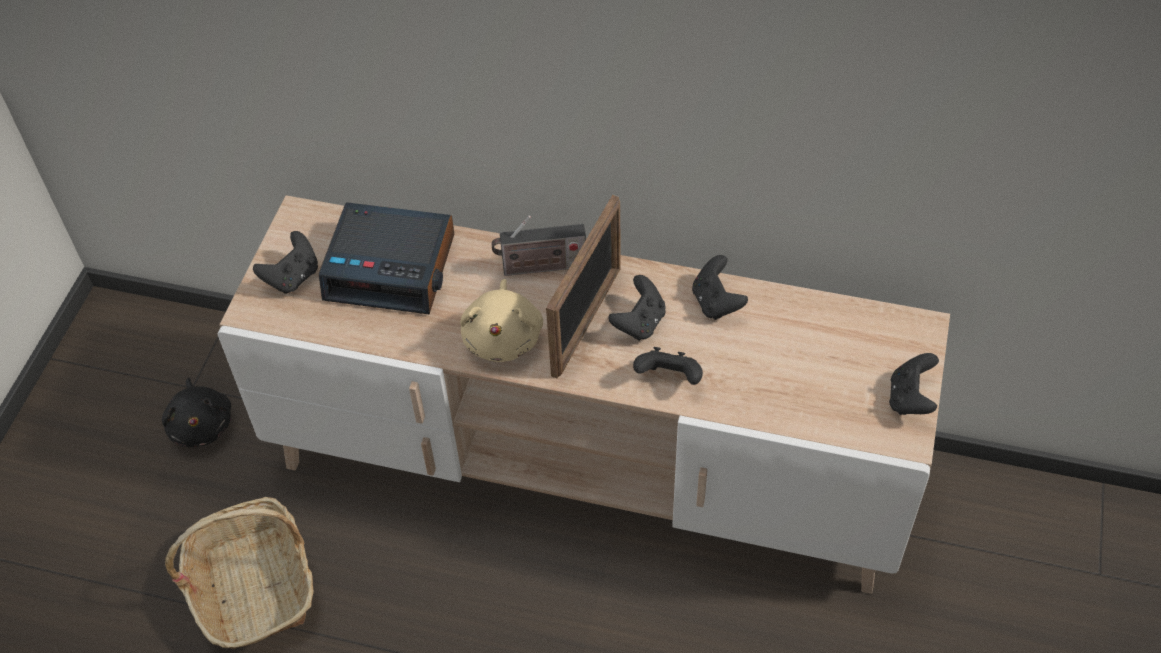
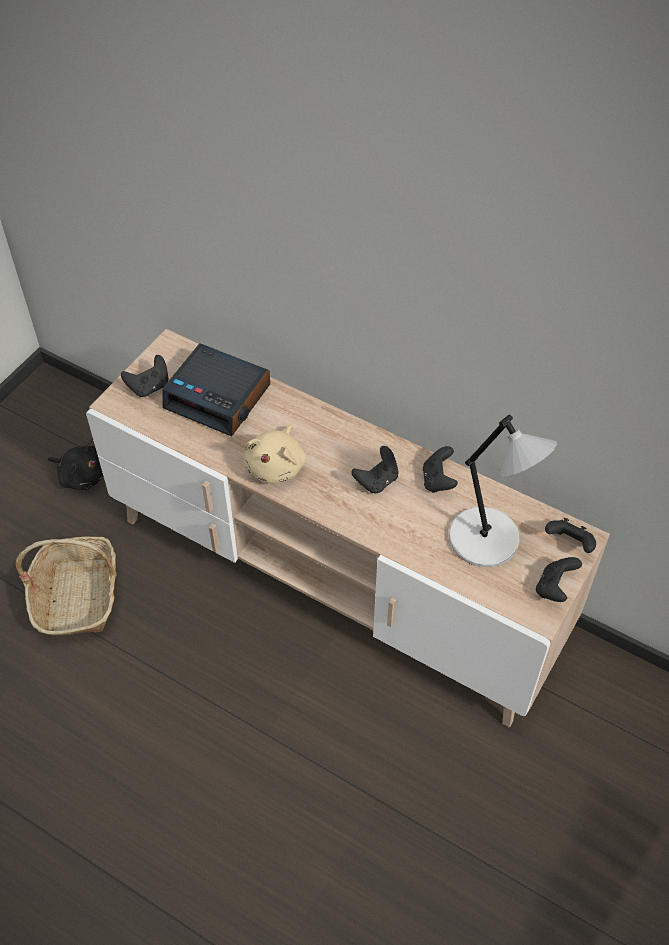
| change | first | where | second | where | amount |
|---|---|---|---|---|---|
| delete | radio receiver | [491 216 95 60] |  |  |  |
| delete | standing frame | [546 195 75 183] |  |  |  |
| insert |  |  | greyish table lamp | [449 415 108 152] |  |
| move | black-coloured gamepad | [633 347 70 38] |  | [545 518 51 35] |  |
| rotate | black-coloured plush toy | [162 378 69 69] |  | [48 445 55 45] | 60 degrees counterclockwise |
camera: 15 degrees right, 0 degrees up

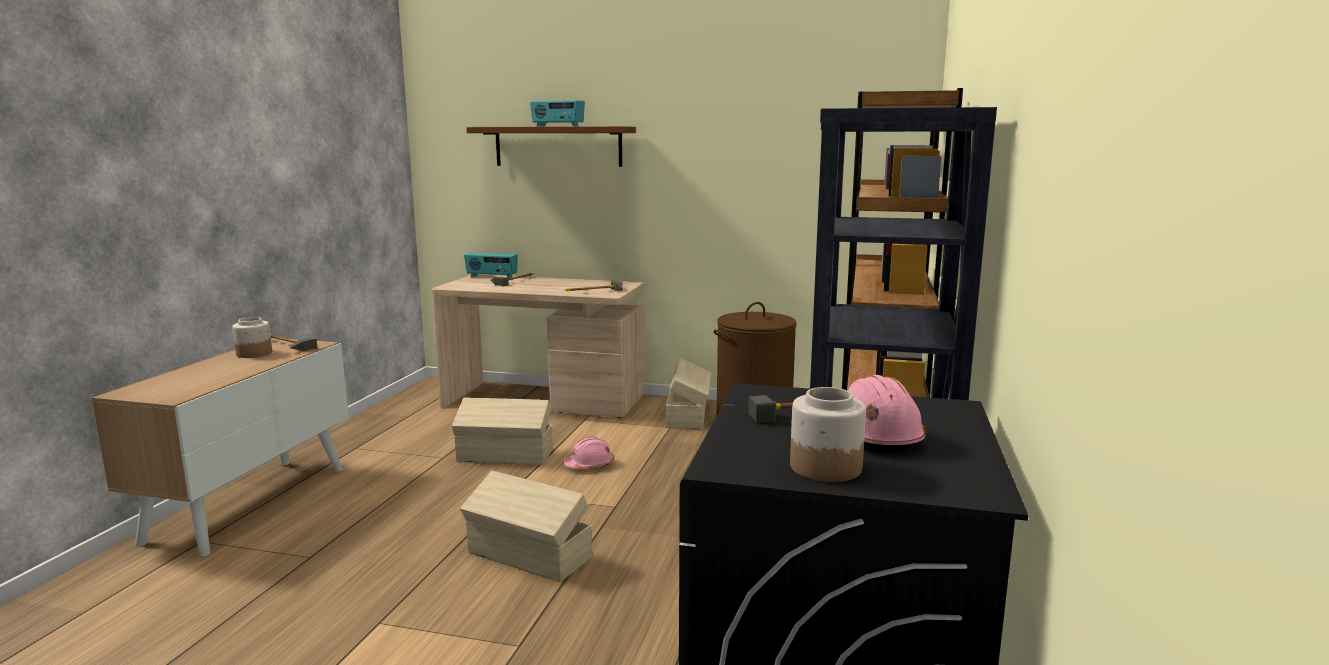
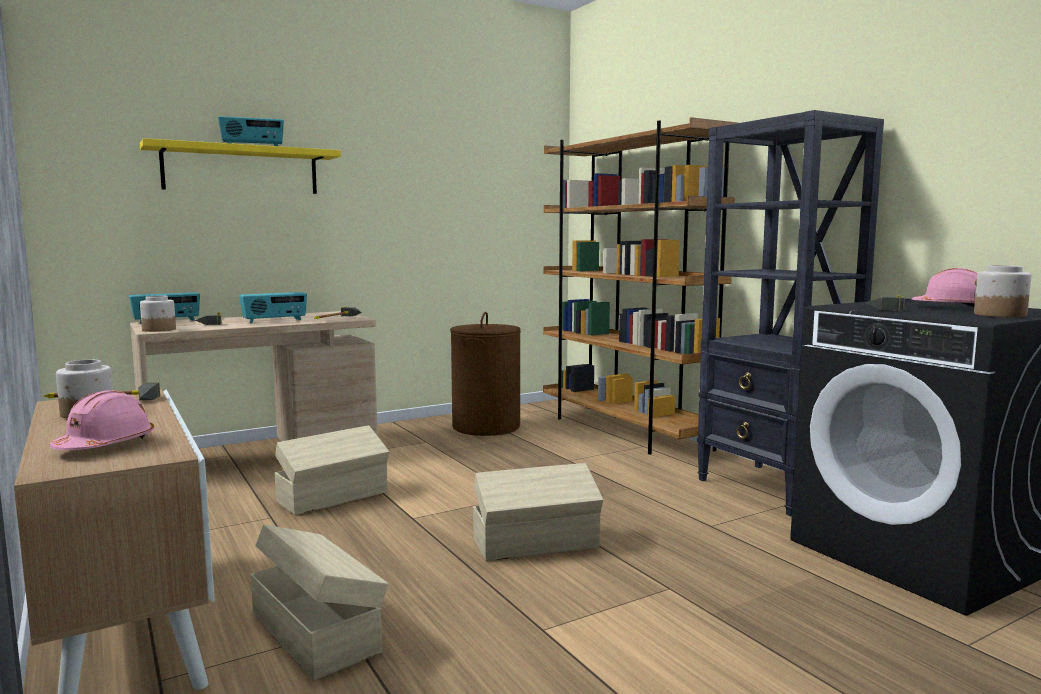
| change | first | where | second | where | amount |
|---|---|---|---|---|---|
| insert |  |  | storage jar | [140 296 36 36] |  |
| insert |  |  | radio receiver | [239 292 68 31] |  |
| move | pinkish work helmet | [564 437 50 32] |  | [50 390 105 60] |  |
| move | beige-coloured storage box | [666 358 45 71] |  | [251 525 138 156] |  |
| recolor | brownish bracket shelf | [466 126 170 41] | yellow-coloured bracket shelf | [140 138 201 56] |  |
camera: 45 degrees left, 5 degrees down

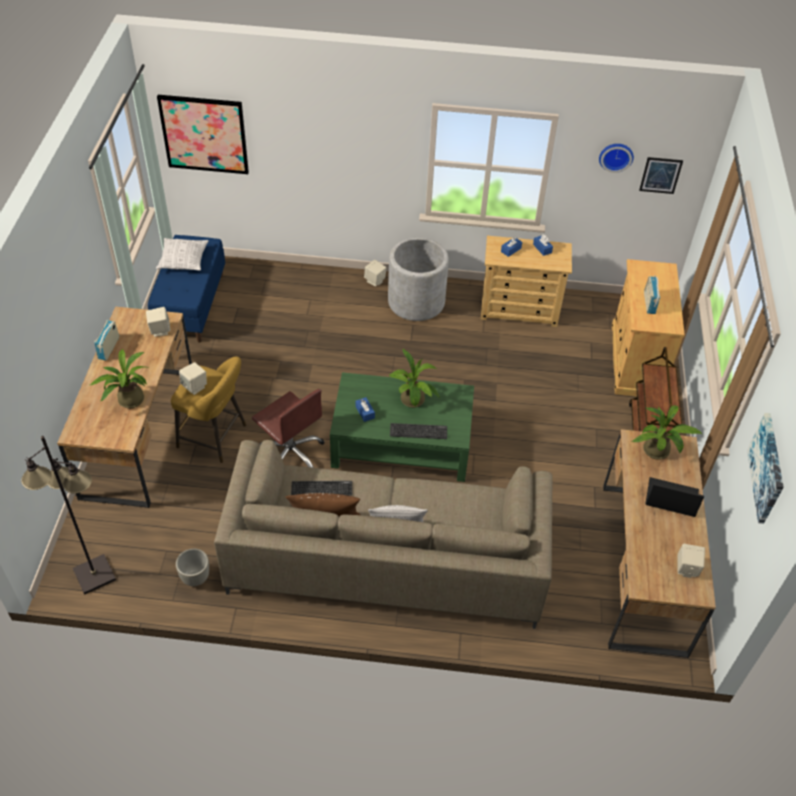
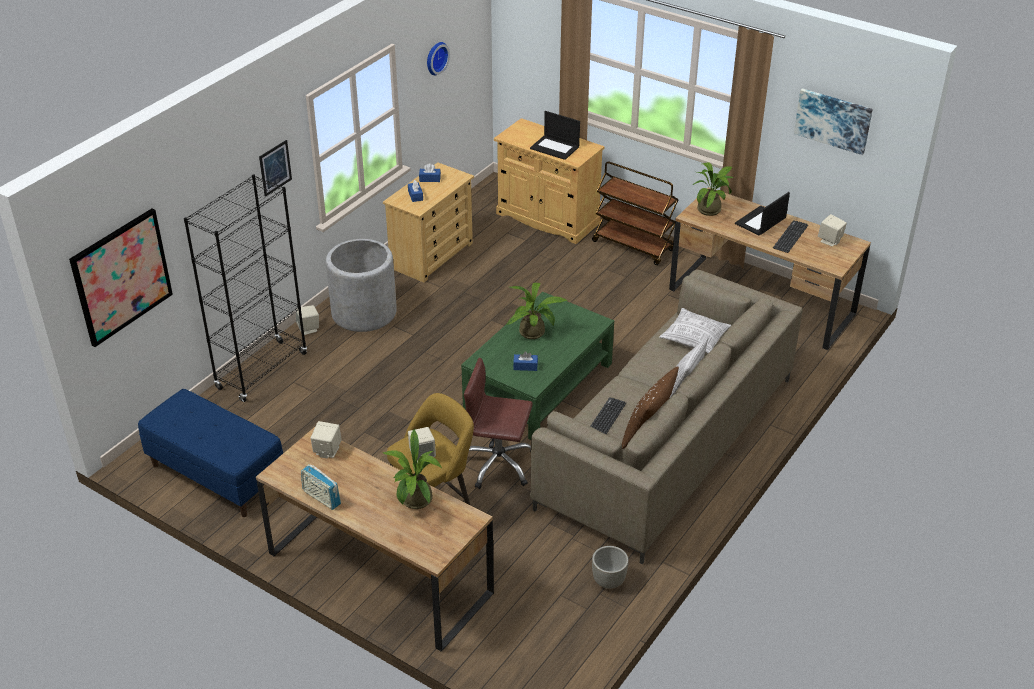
| change | first | where | second | where | amount |
|---|---|---|---|---|---|
| delete | black-coloured standing lamp | [21 436 95 159] |  |  |  |
| insert |  |  | black-coloured bookshelf | [184 174 123 228] |  |
| move | pillow | [156 238 53 33] |  | [659 308 72 45] |  |
| move | keyboard | [390 423 57 16] |  | [773 220 35 33] |  |
| move | picture | [639 157 44 37] |  | [259 140 33 57] |  |
| replace | radio receiver | [644 275 16 39] | laptop | [530 111 50 49] |  |
| rotate | brownish computer chair | [252 389 73 79] |  | [464 358 69 131] | 150 degrees counterclockwise |
camera: 60 degrees left, 10 degrees down

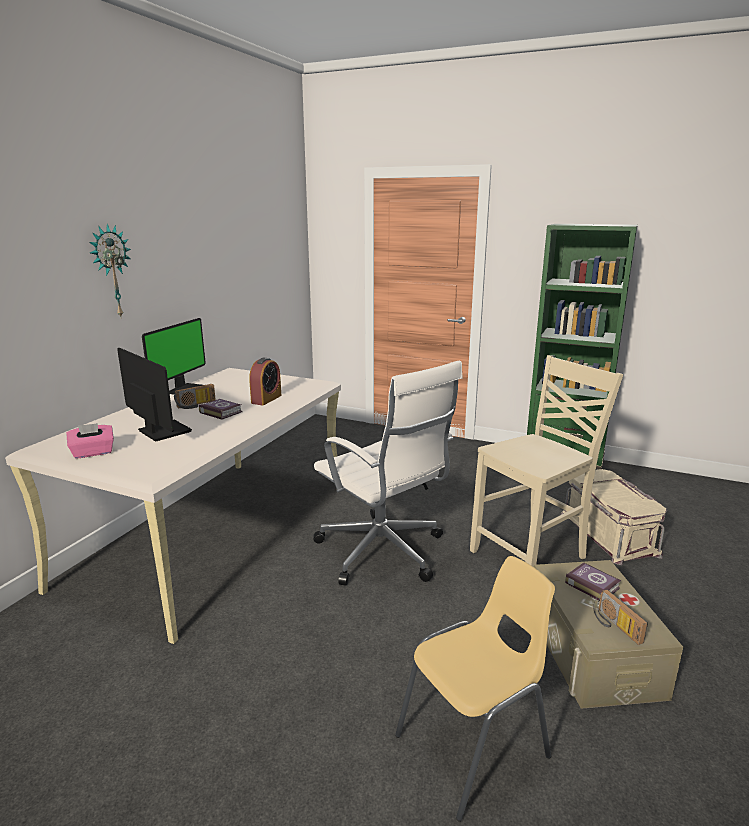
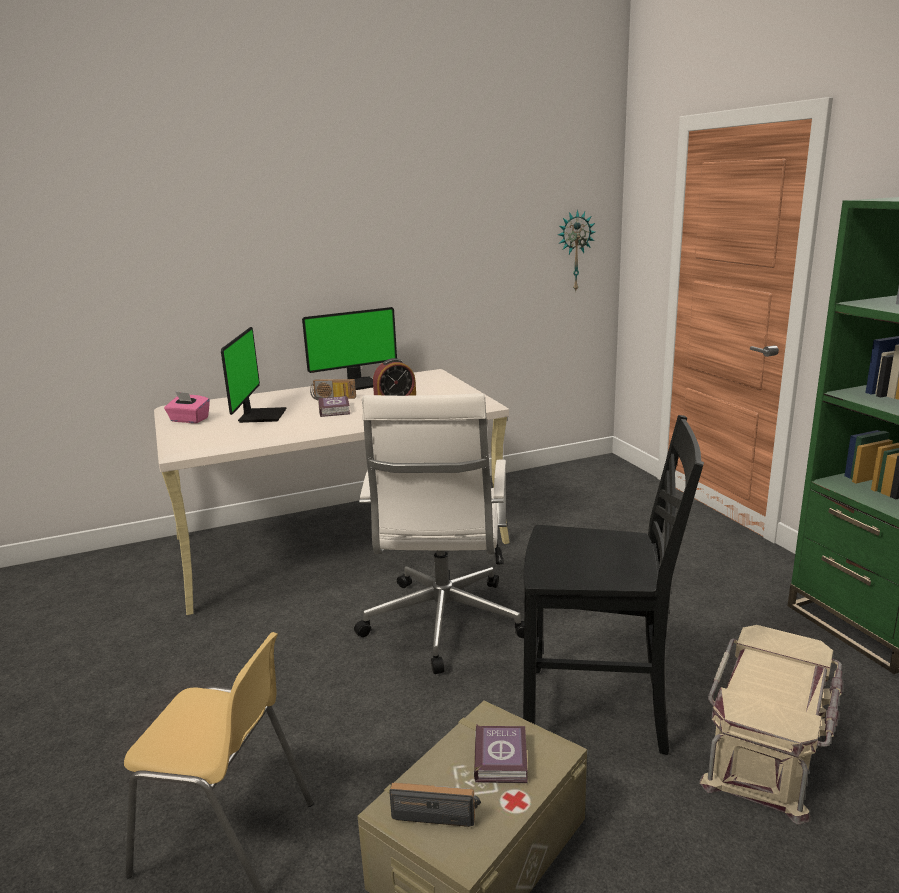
| change | first | where | second | where | amount |
|---|---|---|---|---|---|
| move | hanging clock | [90 224 41 93] |  | [558 210 37 81] |  |
| recolor | beige-coloured plain chair | [470 355 153 212] | black-coloured plain chair | [523 415 181 340] |  |
| rotate | radio receiver | [593 589 55 56] |  | [389 783 92 44] | 75 degrees clockwise |
camera: 45 degrees right, 0 degrees up

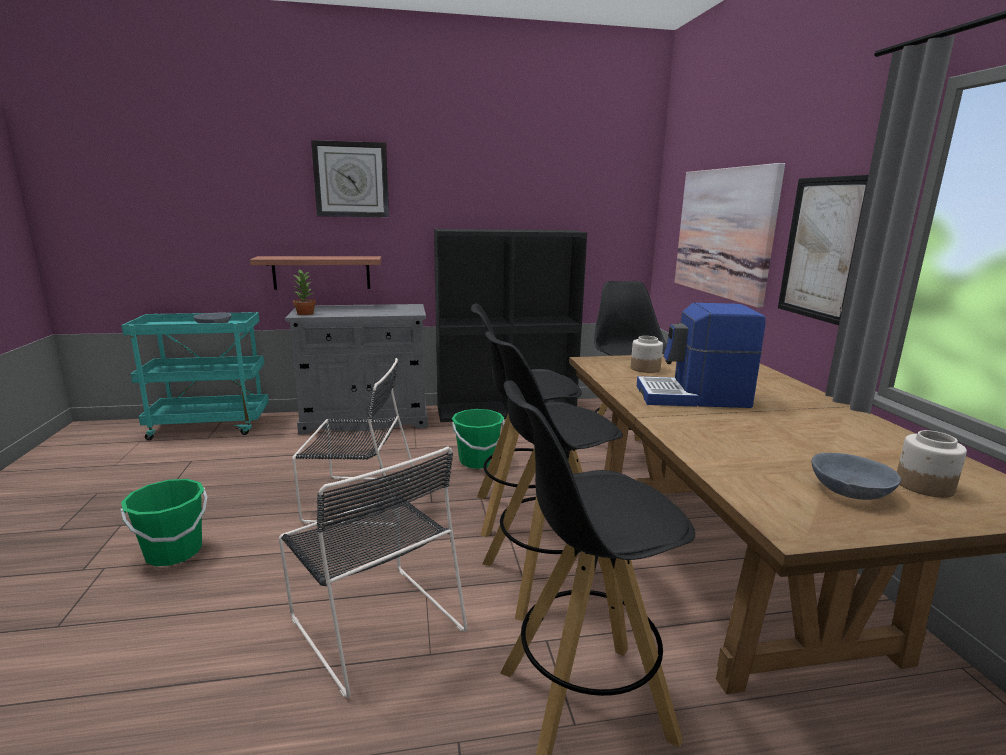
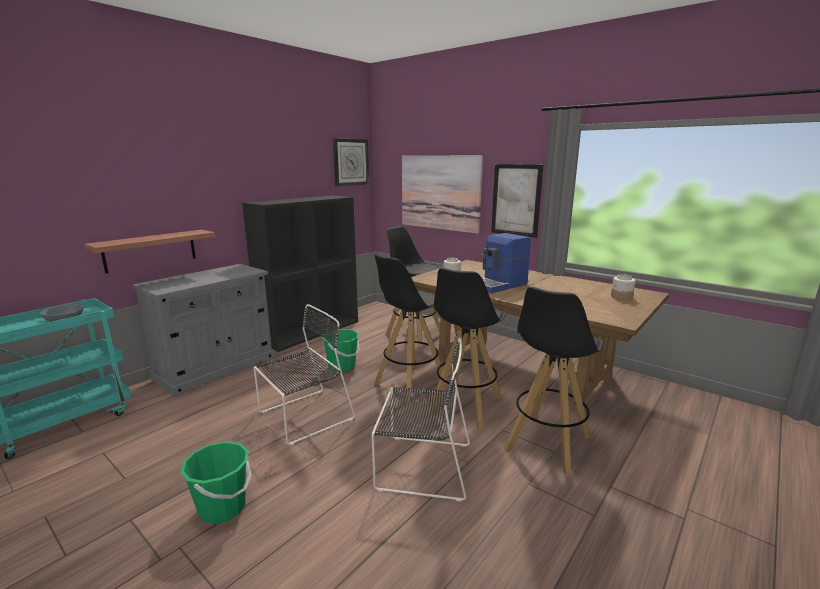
| change | first | where | second | where | amount |
|---|---|---|---|---|---|
| delete | plant in a pot | [293 269 23 46] |  |  |  |
| delete | greyish deep dish | [811 453 90 47] |  |  |  |
| move | hanging clock | [311 140 78 77] |  | [333 138 36 48] |  |
camera: 40 degrees left, 0 degrees up

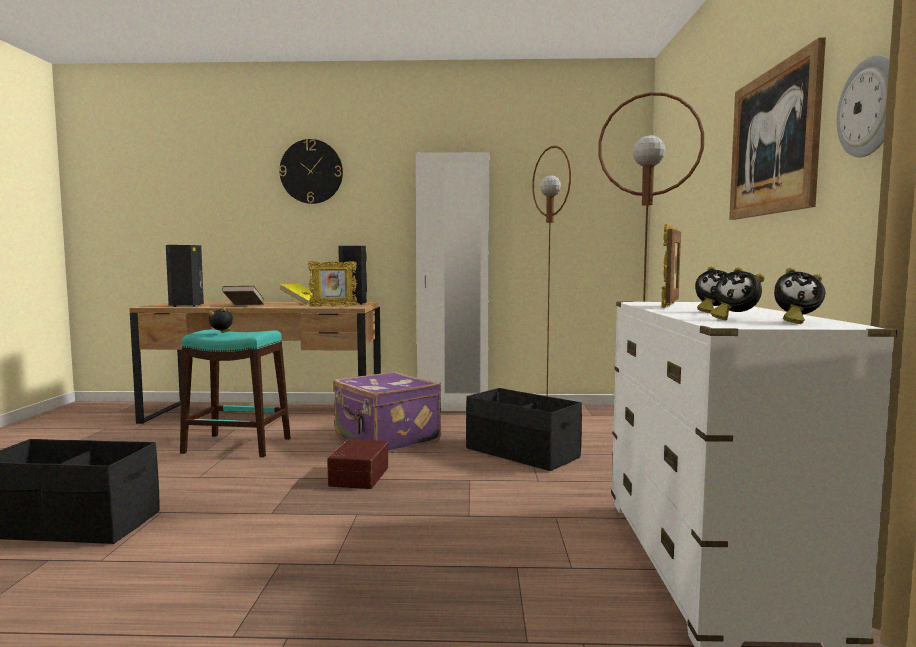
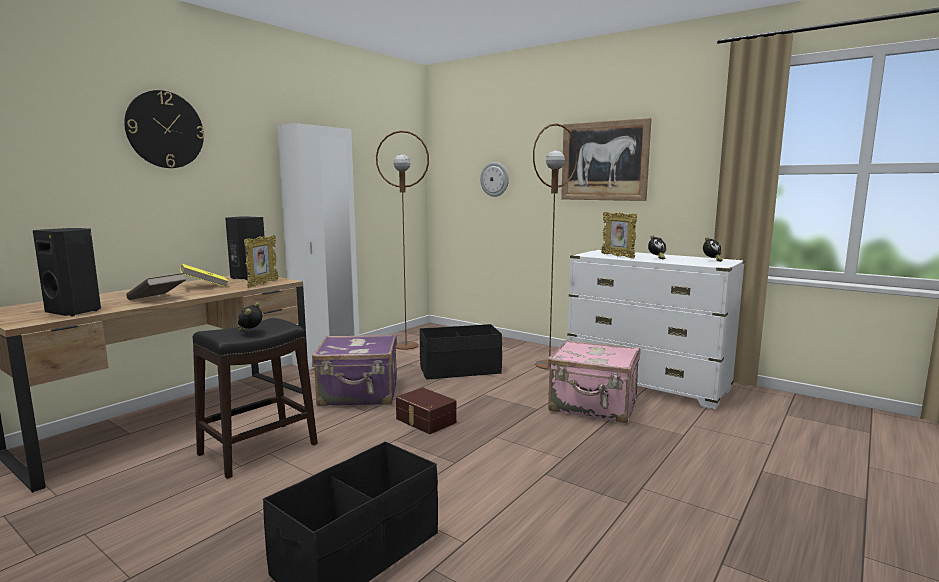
| change | first | where | second | where | amount |
|---|---|---|---|---|---|
| delete | alarm clock | [710 267 55 53] |  |  |  |
| insert |  |  | pinkish piece of luggage | [547 340 93 83] |  |
| move | hanging clock | [837 55 53 102] |  | [480 162 29 35] |  |
| recolor | blue-green stool seat | [180 329 111 128] | black-coloured stool seat | [193 318 125 161] |  |
camera: 55 degrees left, 5 degrees up

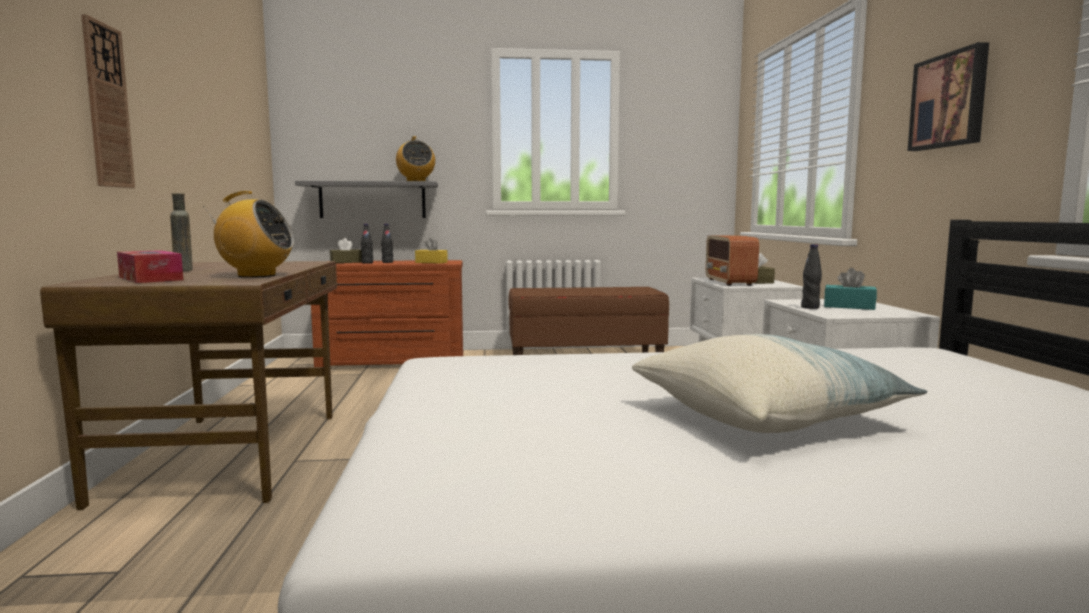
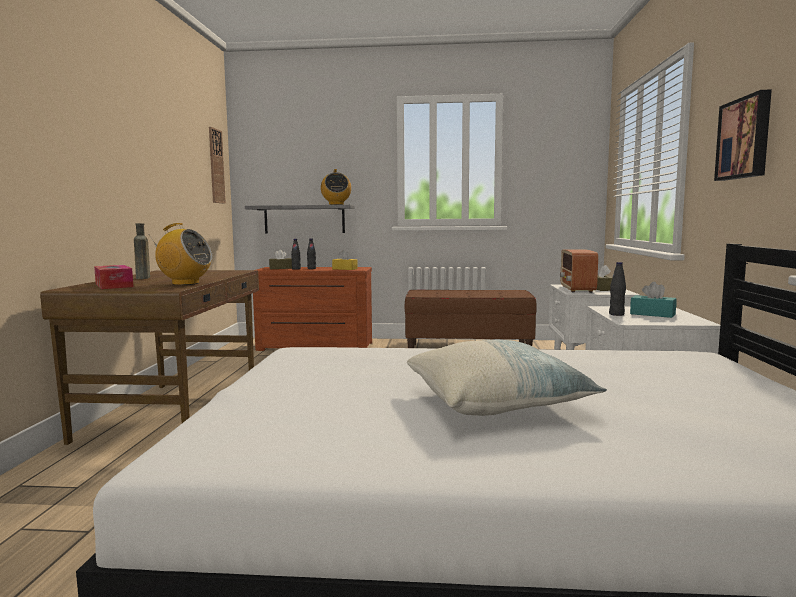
| change | first | where | second | where | amount |
|---|---|---|---|---|---|
| move | hanging clock | [81 14 54 174] |  | [209 127 17 76] |  |
camera: 10 degrees right, 0 degrees up

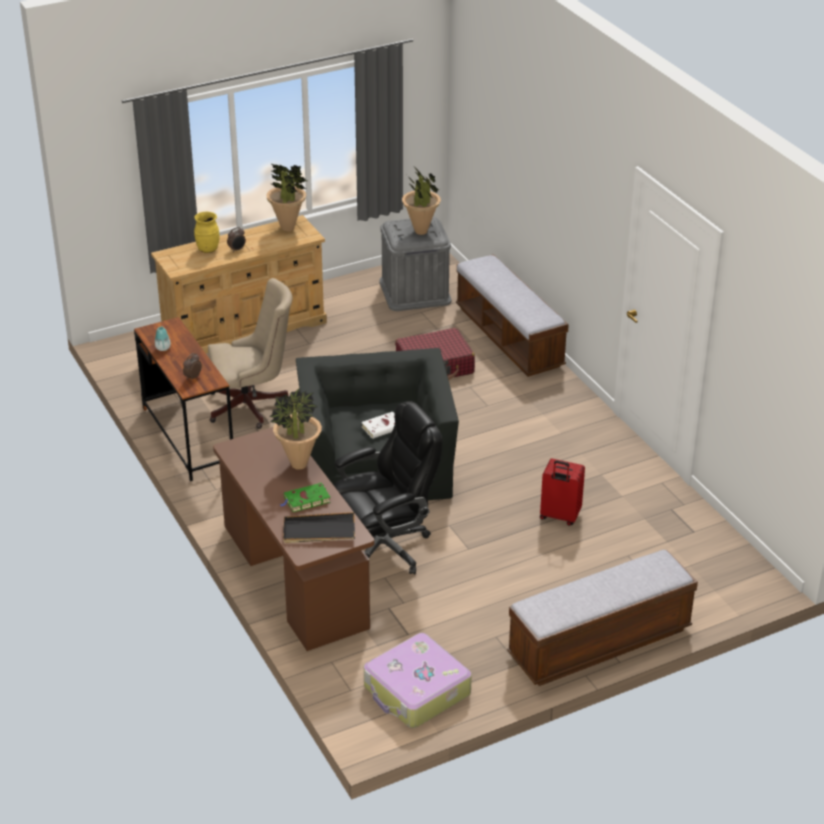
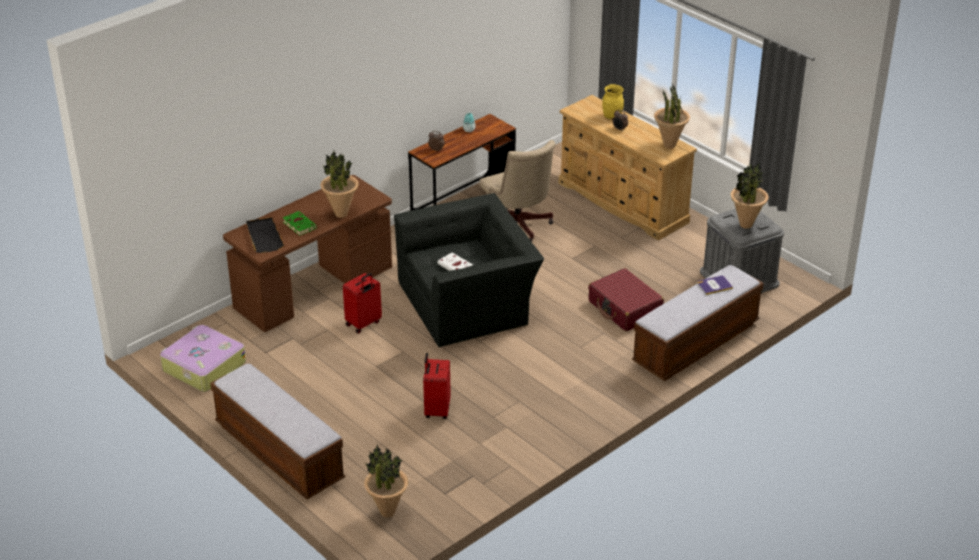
| change | first | where | second | where | amount |
|---|---|---|---|---|---|
| insert |  |  | plant in a pot | [364 444 44 74] |  |
| insert |  |  | volume | [697 276 36 19] |  |
| replace | black-coloured computer chair | [333 401 109 173] | red piece of luggage | [343 273 39 61] |  |
camera: 75 degrees right, 0 degrees up

